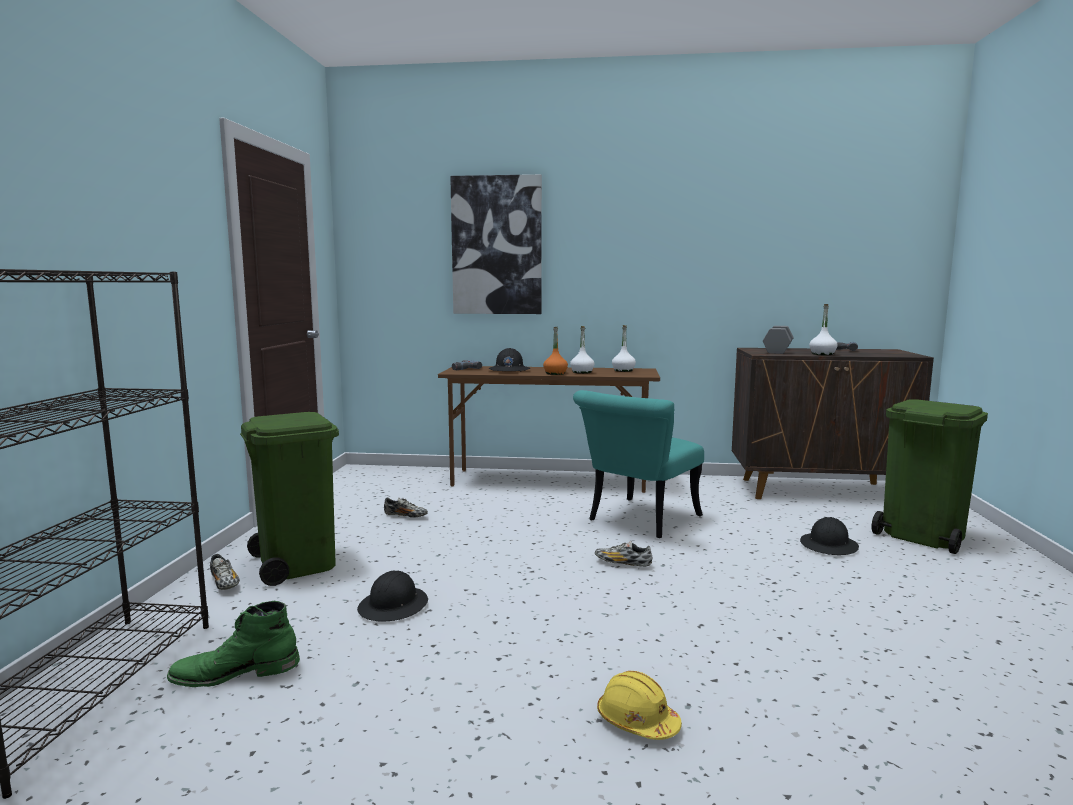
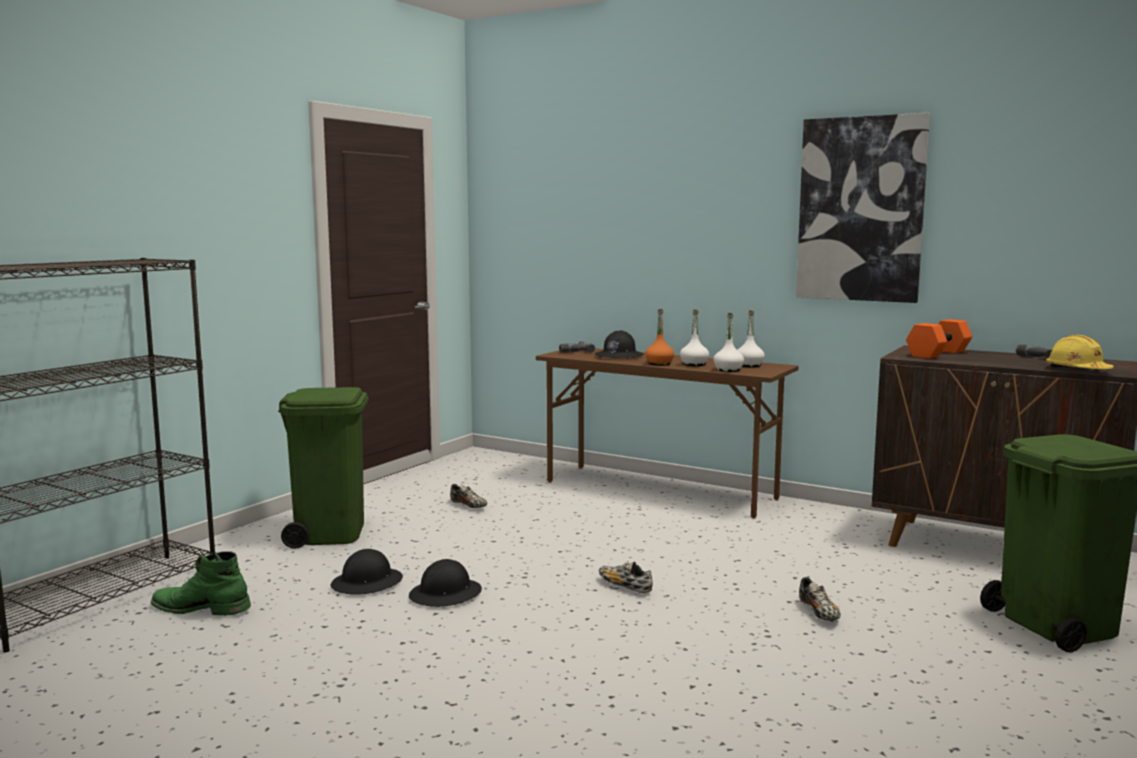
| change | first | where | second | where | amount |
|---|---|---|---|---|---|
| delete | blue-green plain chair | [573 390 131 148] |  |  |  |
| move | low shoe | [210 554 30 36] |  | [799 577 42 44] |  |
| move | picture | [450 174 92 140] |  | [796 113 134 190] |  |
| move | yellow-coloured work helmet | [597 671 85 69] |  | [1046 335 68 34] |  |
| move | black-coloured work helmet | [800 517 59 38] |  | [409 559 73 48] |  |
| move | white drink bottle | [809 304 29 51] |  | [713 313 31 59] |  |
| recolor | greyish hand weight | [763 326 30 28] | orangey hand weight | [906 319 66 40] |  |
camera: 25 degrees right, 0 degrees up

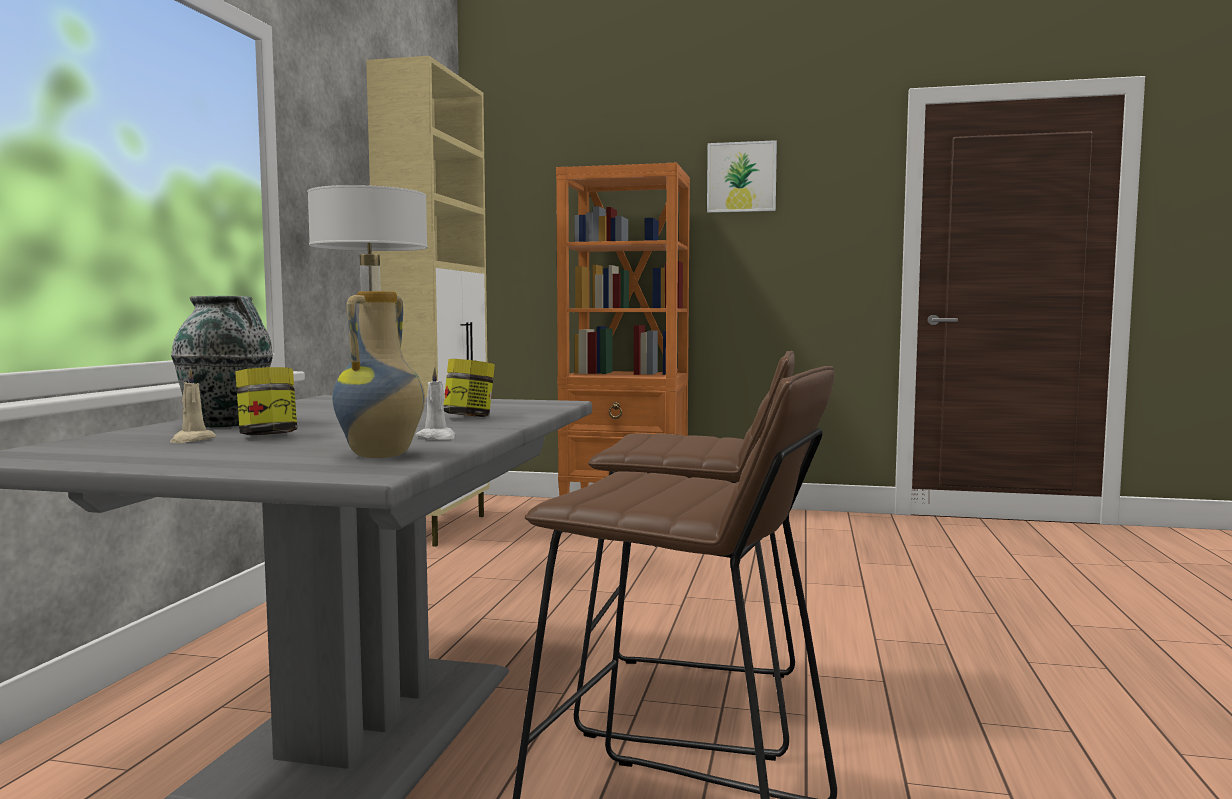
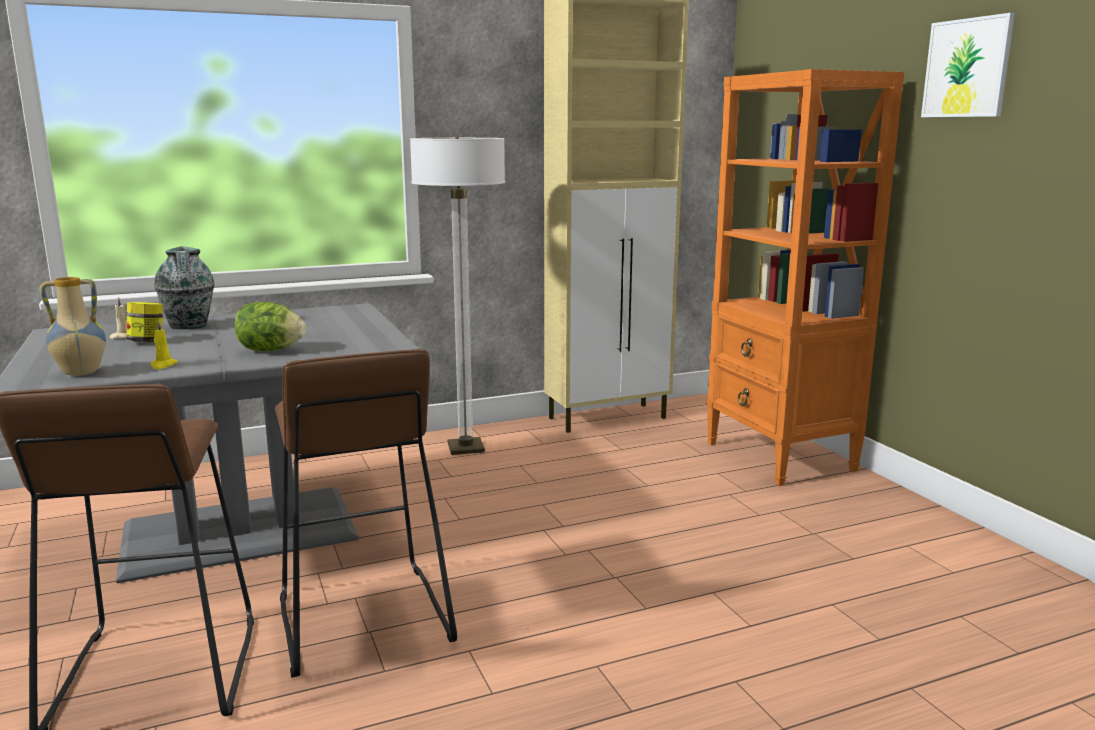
| change | first | where | second | where | amount |
|---|---|---|---|---|---|
| replace | storage jar | [444 359 51 58] | lettuce head | [235 302 71 49] |  |
| recolor | white wax candle | [416 367 39 73] | yellow-coloured wax candle | [150 321 28 48] |  |
camera: 55 degrees right, 10 degrees up

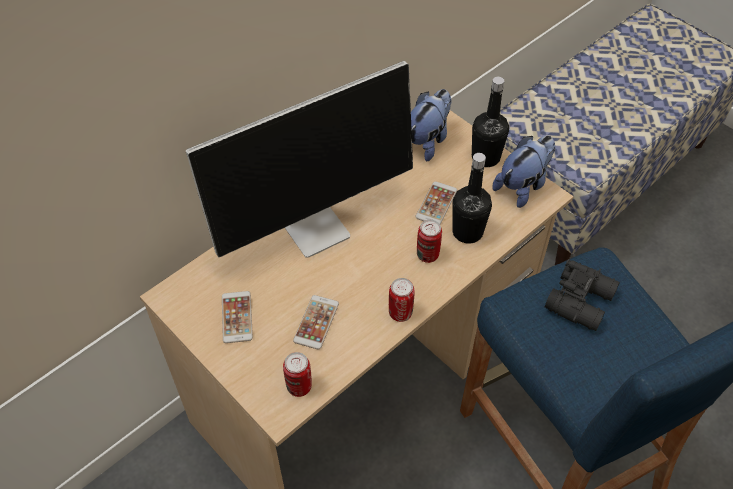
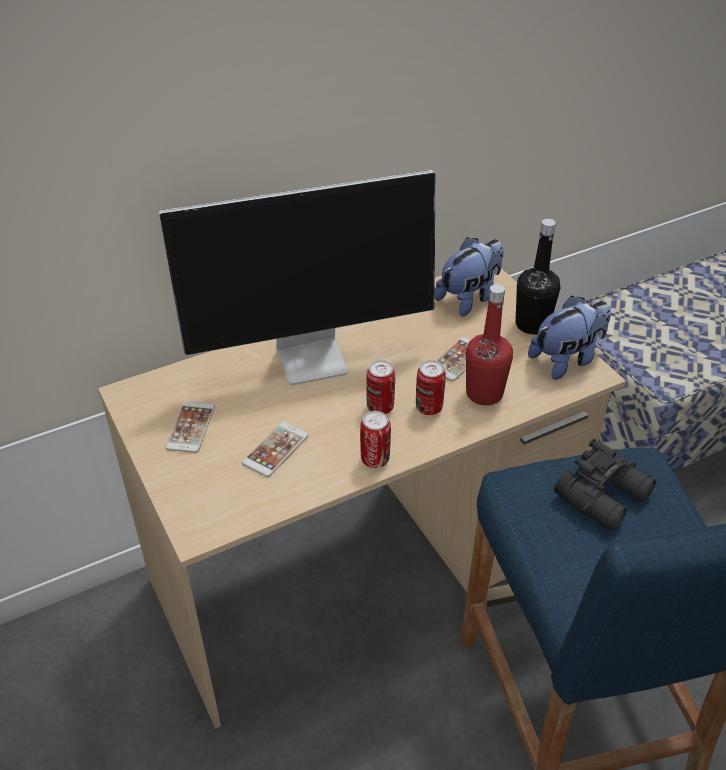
| change | first | where | second | where | amount |
|---|---|---|---|---|---|
| move | sealed can | [283 352 29 45] |  | [366 360 29 54] |  |
| recolor | black-coloured drink bottle | [452 153 40 91] | red drink bottle | [466 284 47 121] |  |
camera: 15 degrees right, 10 degrees down

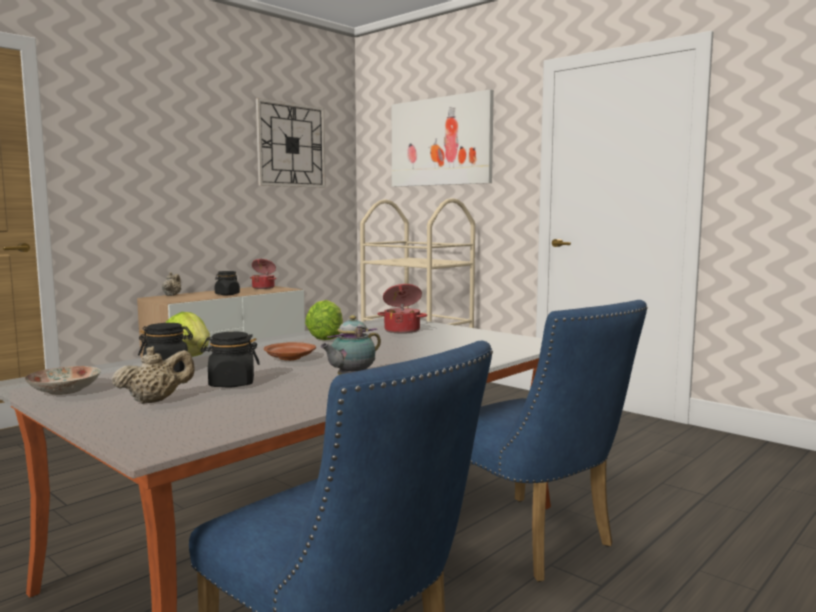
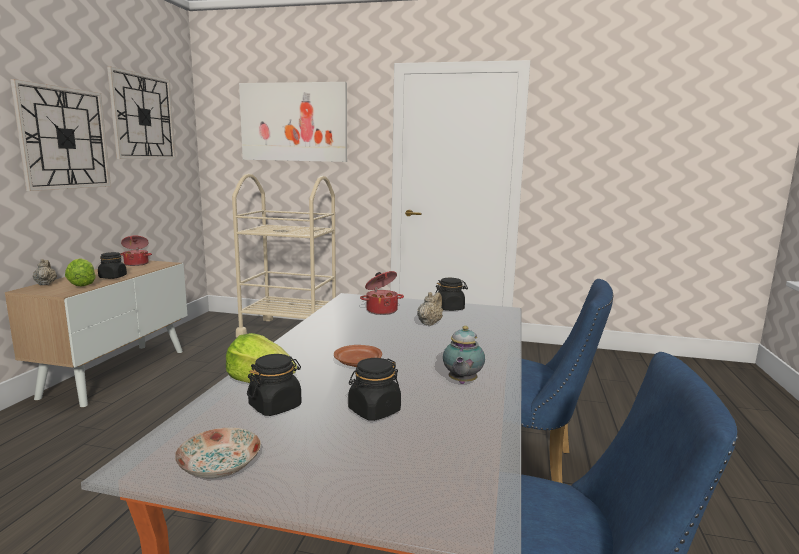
| change | first | where | second | where | amount |
|---|---|---|---|---|---|
| insert |  |  | hanging clock | [10 79 101 112] |  |
| insert |  |  | black-coloured storage jar | [436 278 32 33] |  |
| move | beige-coloured pot for tea | [111 346 84 58] |  | [417 292 26 34] |  |
| move | lettuce head | [305 300 38 40] |  | [65 258 31 29] |  |
camera: 30 degrees left, 5 degrees up

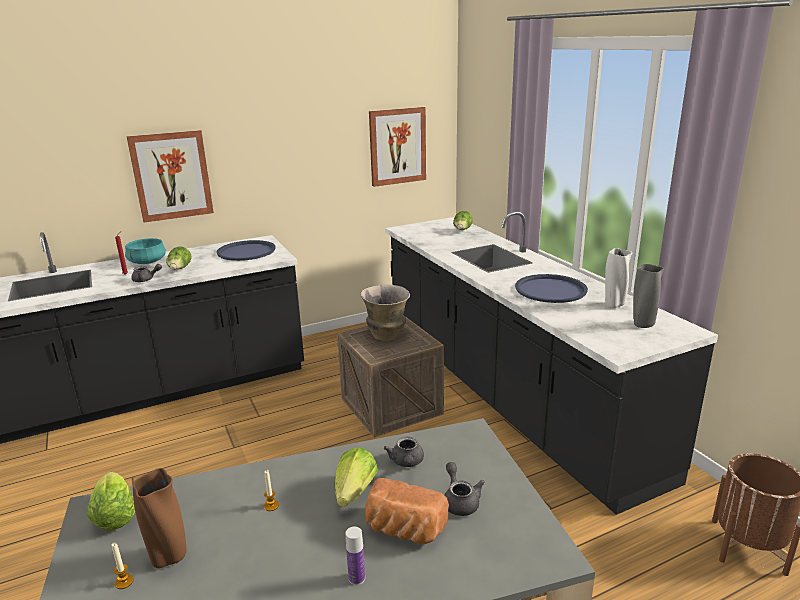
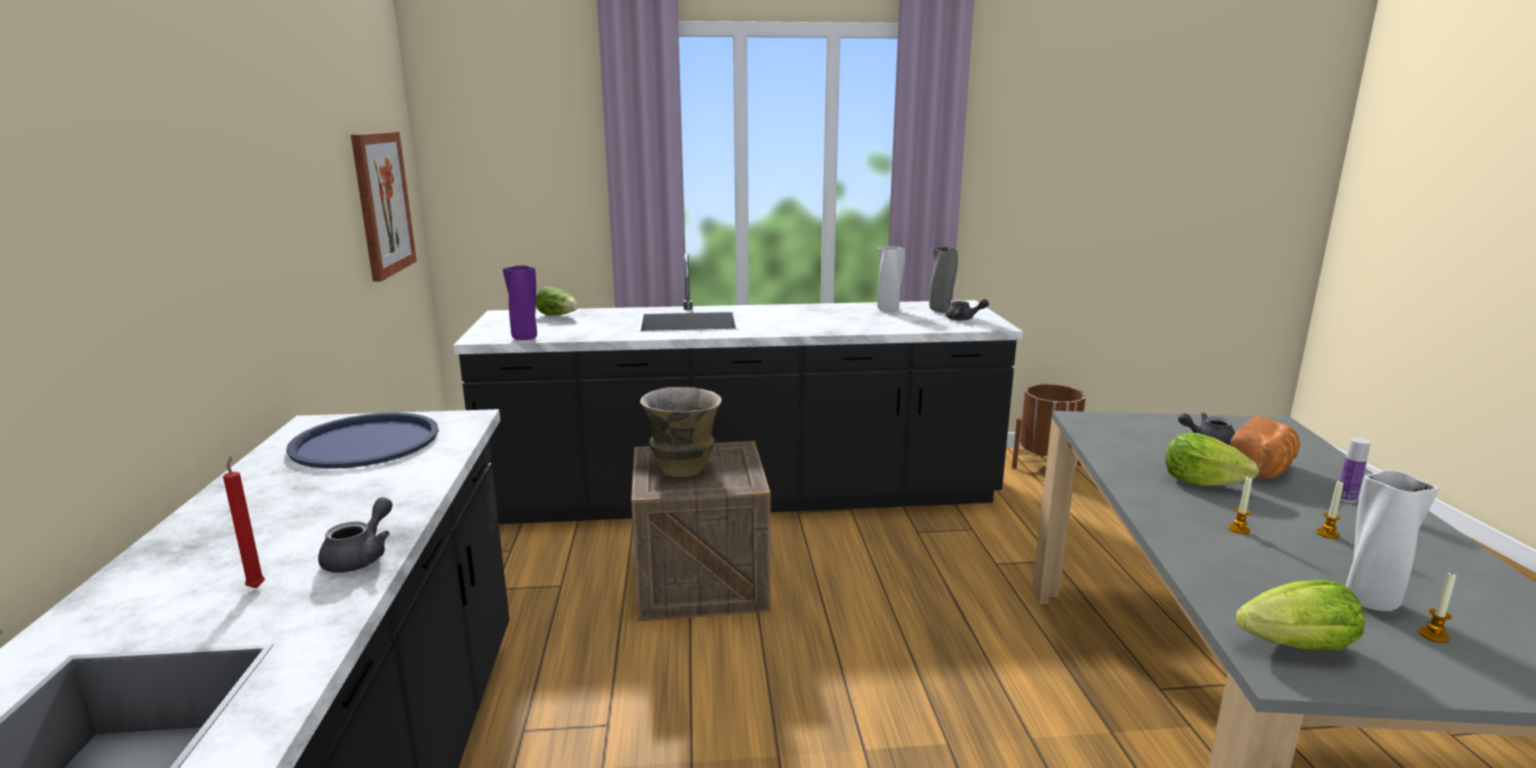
| change | first | where | second | where | amount |
|---|---|---|---|---|---|
| delete | blue-green saucepot | [125 238 41 26] |  |  |  |
| delete | picture | [126 130 88 92] |  |  |  |
| delete | lettuce head | [166 247 26 23] |  |  |  |
| delete | blue serving tray | [515 274 73 29] |  |  |  |
| insert |  |  | purple vase | [503 265 34 75] |  |
| insert |  |  | wax candle | [1316 481 27 58] |  |
| move | greyish pot for tea | [384 437 40 30] |  | [946 299 43 22] |  |
| recolor | brownish vase | [133 468 54 100] | white vase | [1346 470 93 141] |  |
camera: 70 degrees left, 5 degrees down

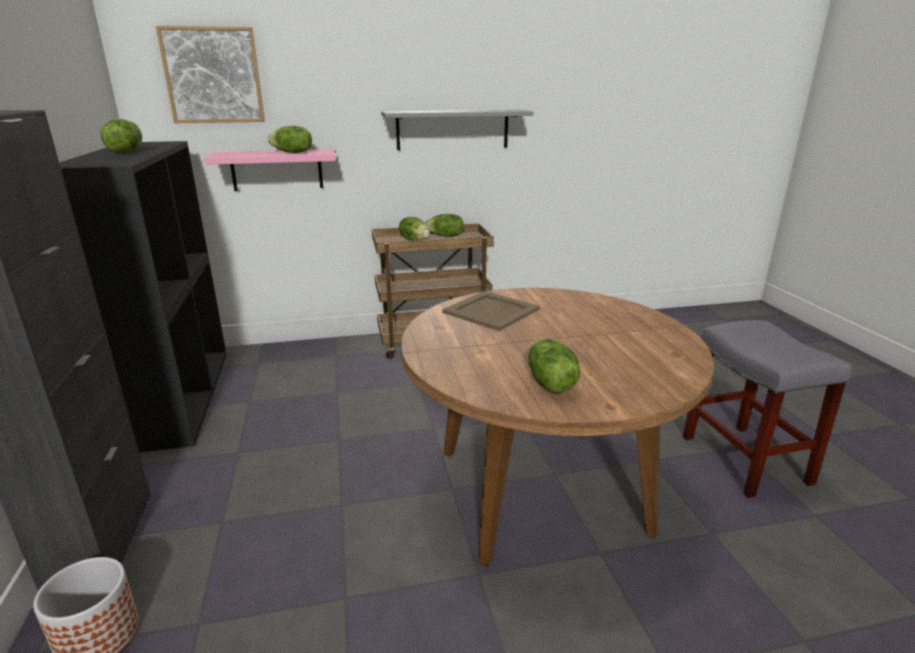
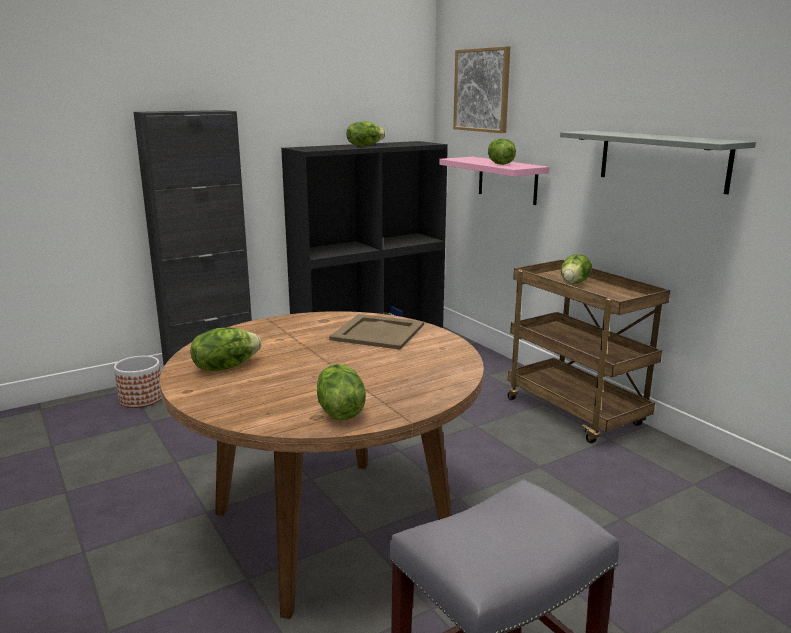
| change | first | where | second | where | amount |
|---|---|---|---|---|---|
| move | lettuce head | [425 214 39 23] |  | [317 364 49 56] |  |
camera: 70 degrees right, 5 degrees down

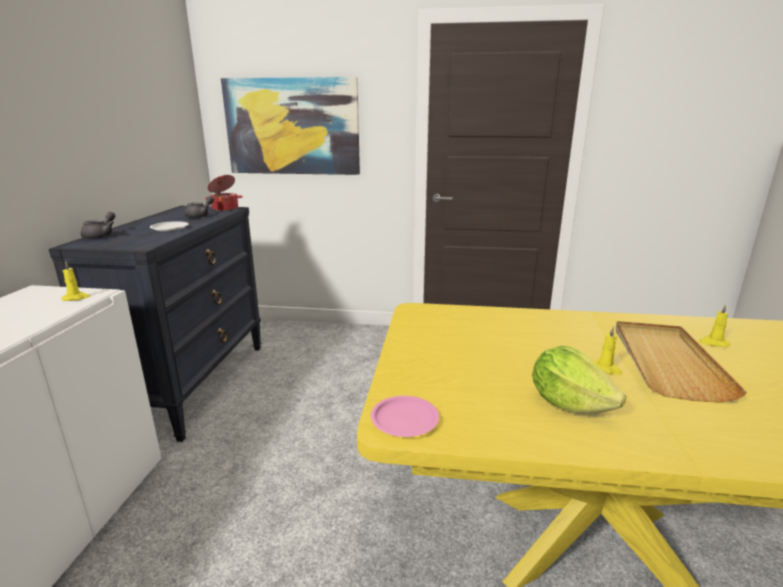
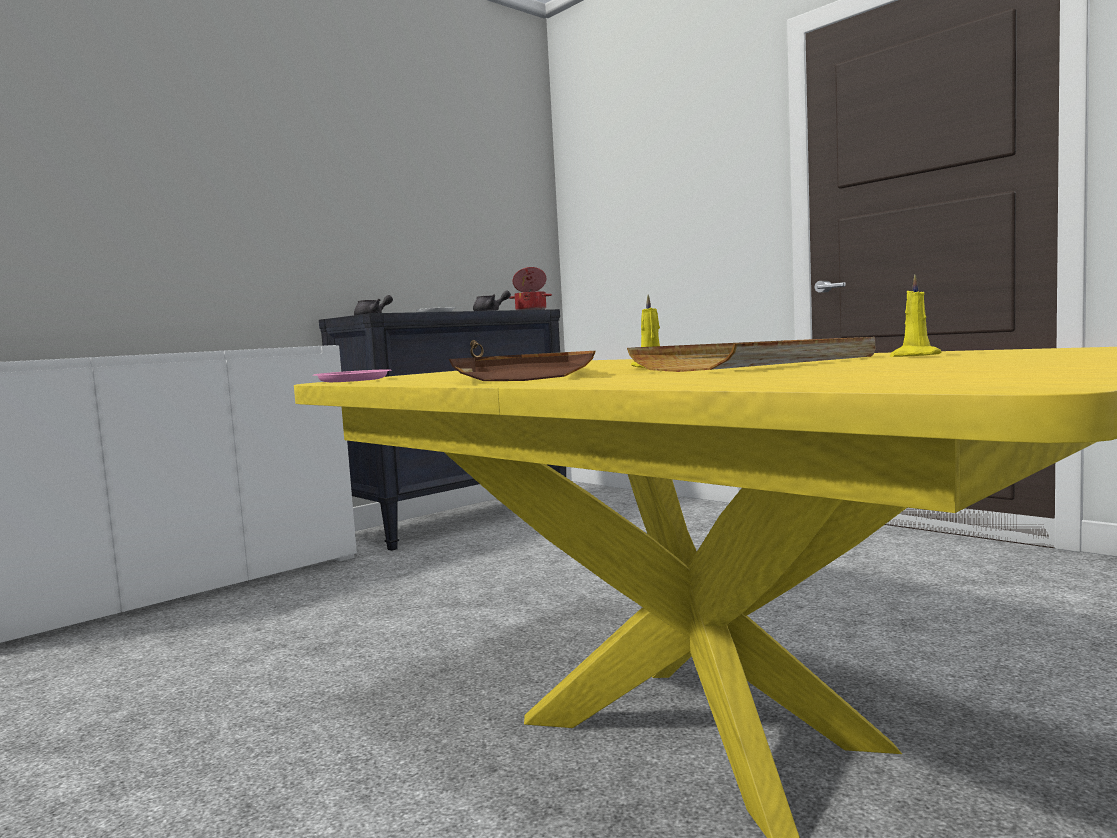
| change | first | where | second | where | amount |
|---|---|---|---|---|---|
| delete | yellow-coloured wax candle | [61 261 29 40] |  |  |  |
| delete | picture | [221 77 139 98] |  |  |  |
| replace | lettuce head | [532 346 94 67] | brownish serving tray | [449 351 147 30] |  |
camera: 40 degrees right, 15 degrees down

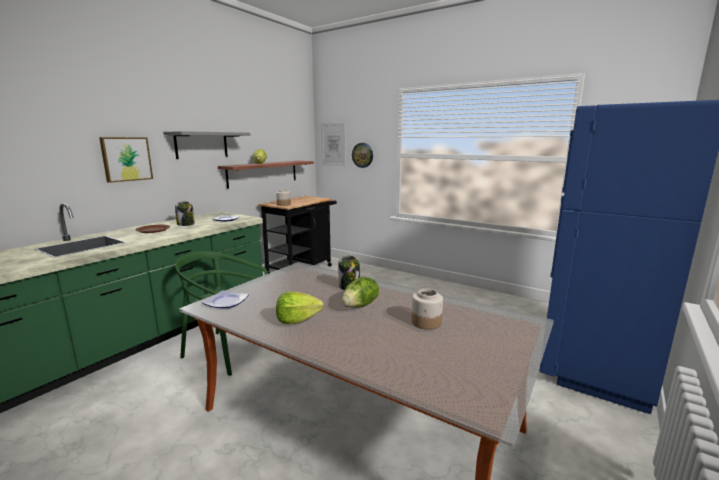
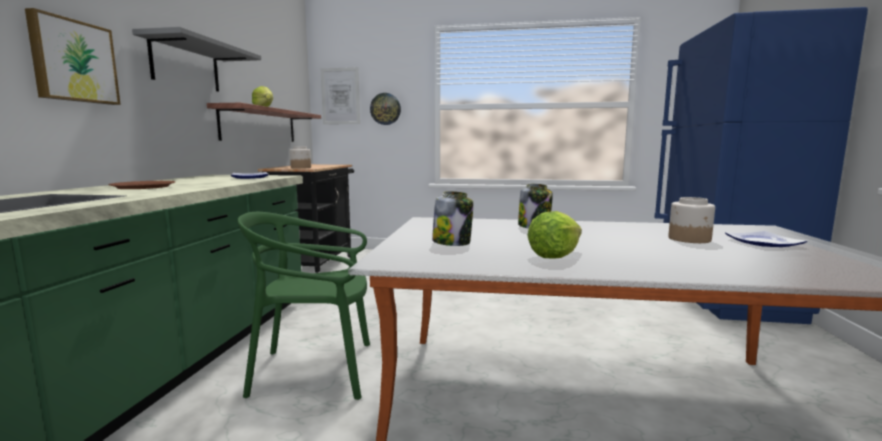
| change | first | where | second | where | amount |
|---|---|---|---|---|---|
| delete | lettuce head | [341 277 38 30] |  |  |  |
| move | storage jar | [175 201 20 25] |  | [432 191 41 55] |  |
| move | flat dish | [202 290 47 18] |  | [725 231 82 16] |  |
camera: 25 degrees left, 5 degrees down

